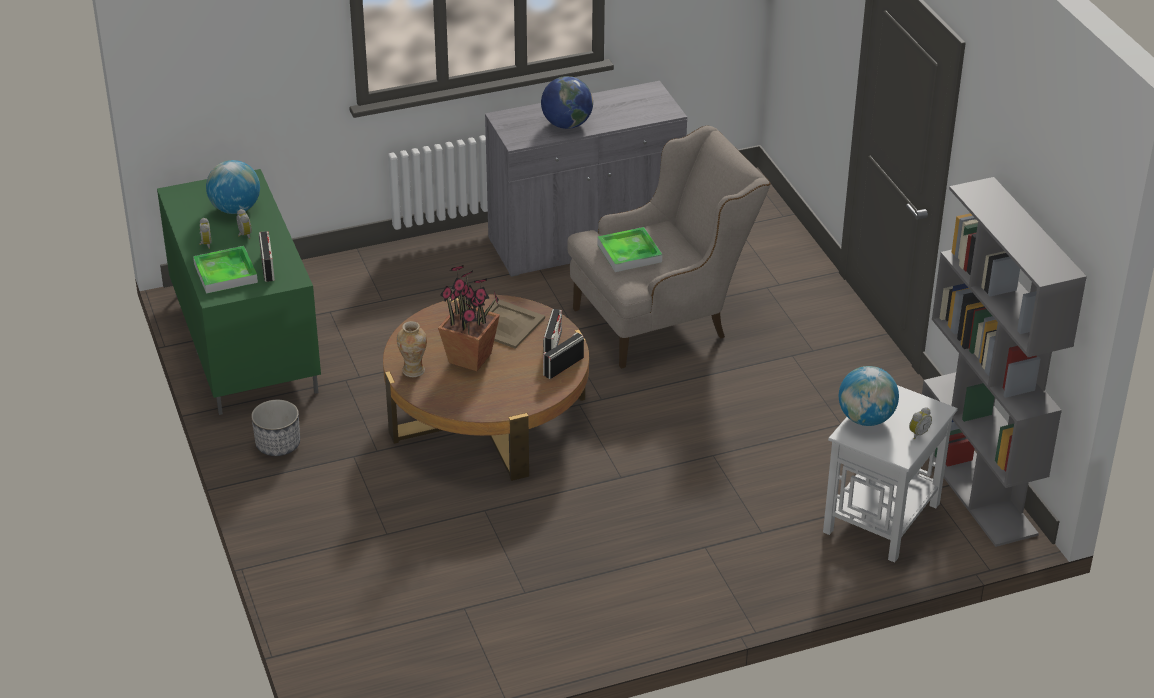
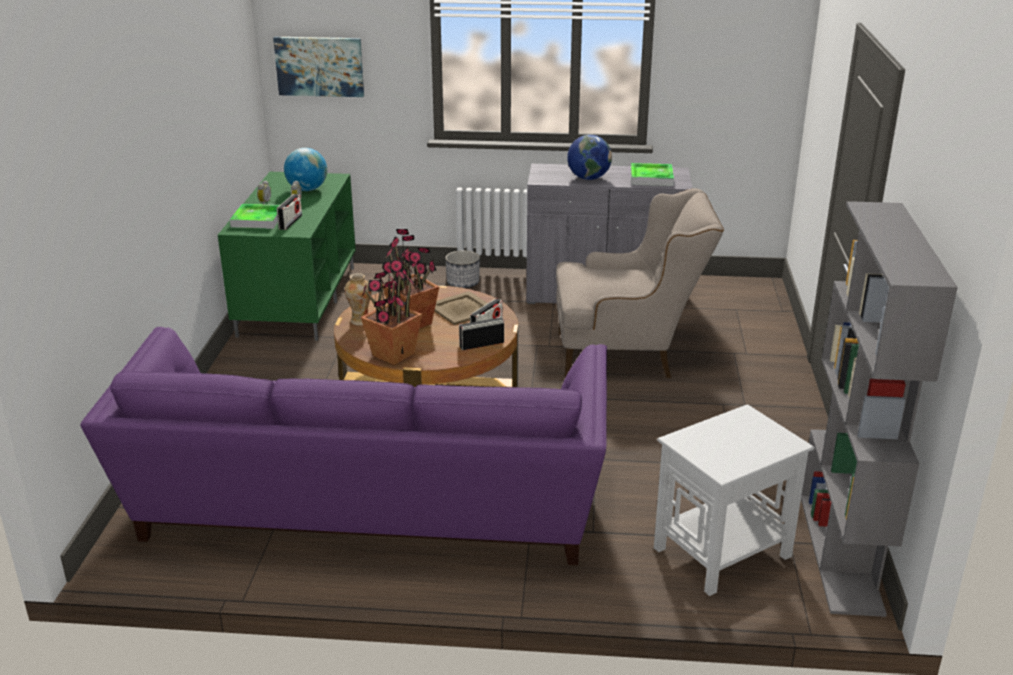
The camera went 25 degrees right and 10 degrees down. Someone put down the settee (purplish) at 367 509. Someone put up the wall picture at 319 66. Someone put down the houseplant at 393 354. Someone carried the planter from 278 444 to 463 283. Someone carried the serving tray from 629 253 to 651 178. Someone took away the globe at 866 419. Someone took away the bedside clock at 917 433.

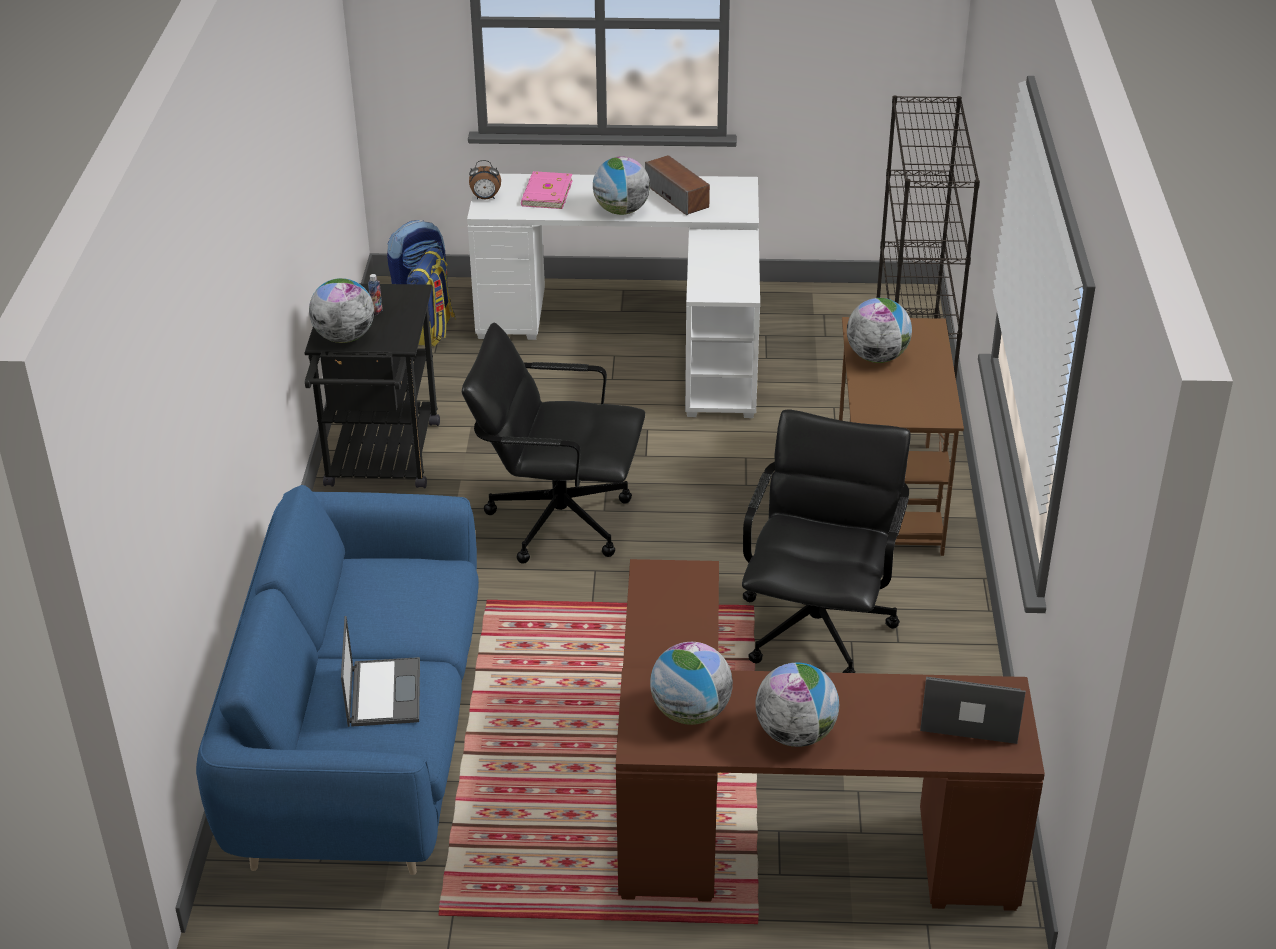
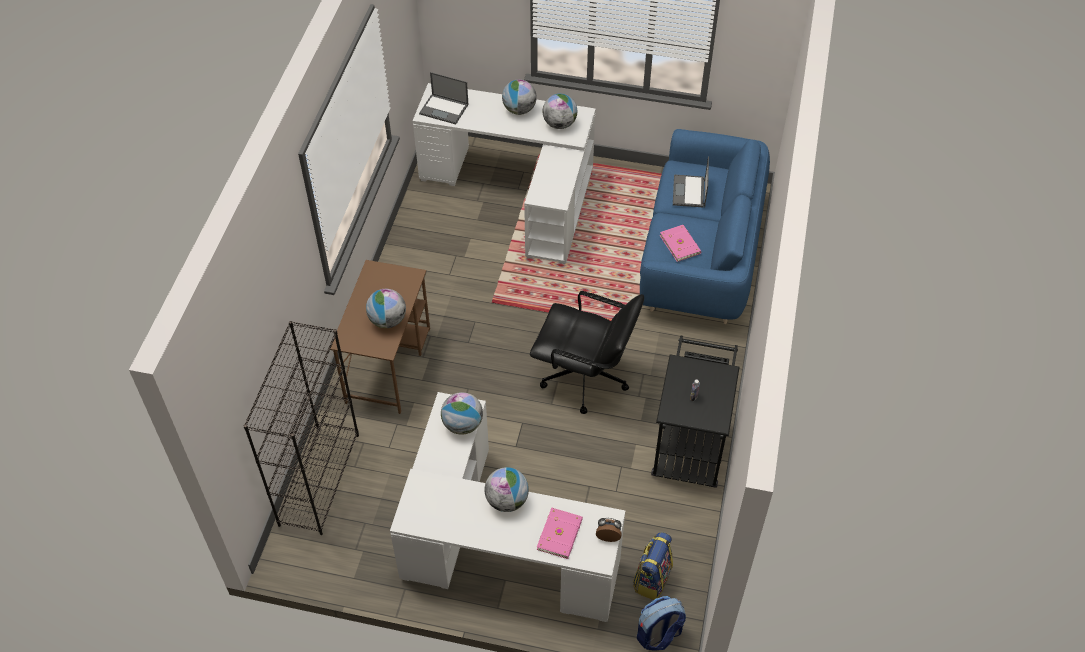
The camera went 170 degrees left and 15 degrees up. Someone repainted the desk unit (brownish) at 774 826, which became the desk unit (whitish) at 519 190. Someone carried the globe from 344 337 to 462 425. Someone put down the volume (pink-coloured) at 680 244. Someone took away the speaker at 677 196. Someone took away the desk chair (blackish) at 818 628.

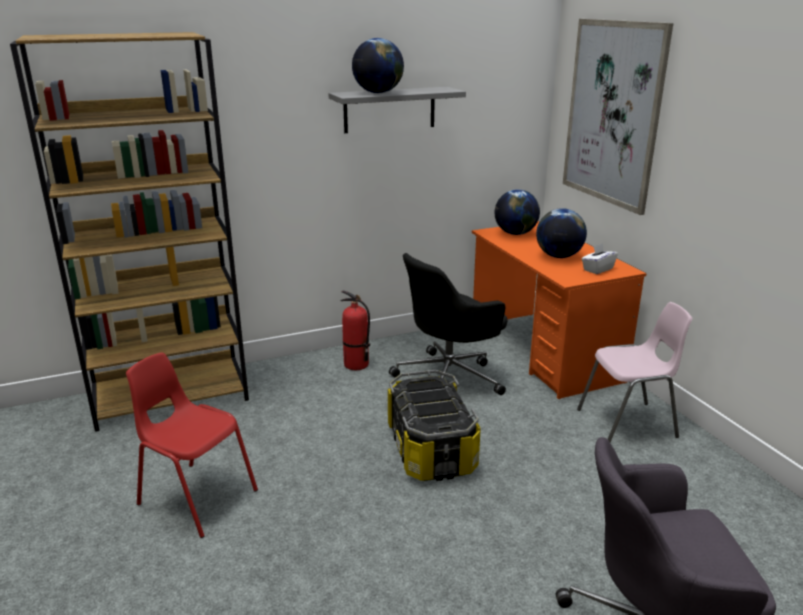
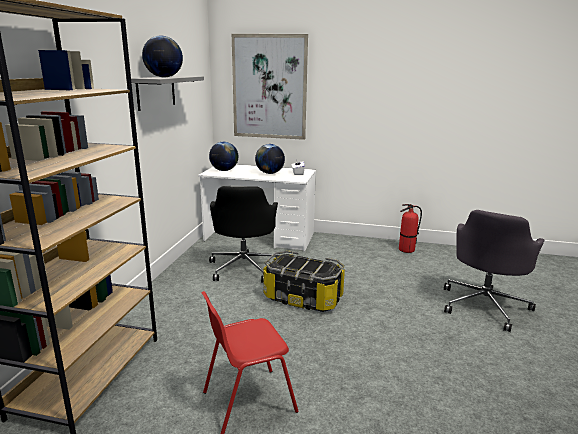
The camera went 55 degrees left and 5 degrees down. Someone repainted the desk unit (orange) at 543 352, which became the desk unit (whitish) at 260 237. Someone carried the fire-fighting cylinder from 356 365 to 406 250. Someone took away the chair (pink-coloured) at 628 424.

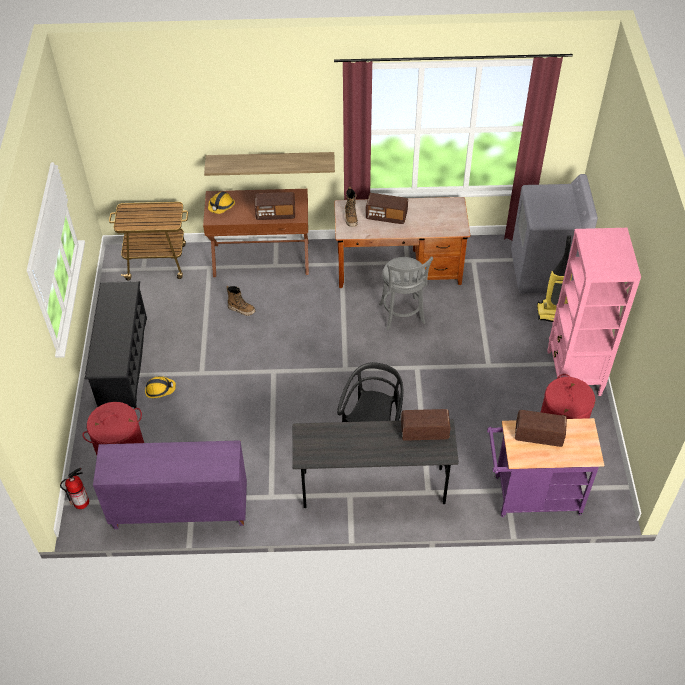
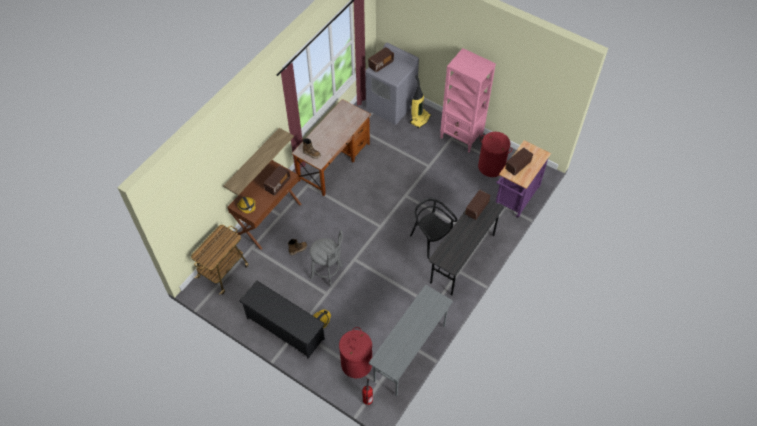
The camera went 55 degrees left and 5 degrees up. Someone carried the sitting stool (grey) from 402 316 to 328 273. Someone carried the radio receiver from 386 216 to 381 64. Someone swapped the cabinet (purplish) at 179 510 for the desk unit (grey) at 410 353.

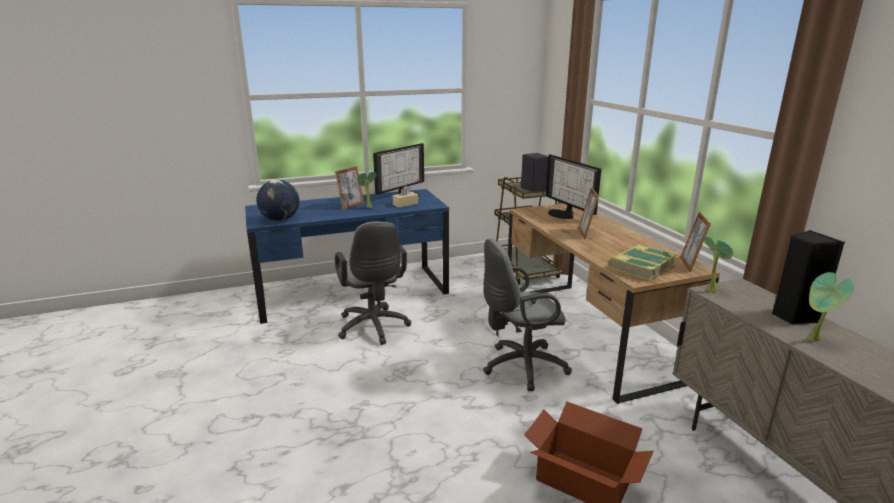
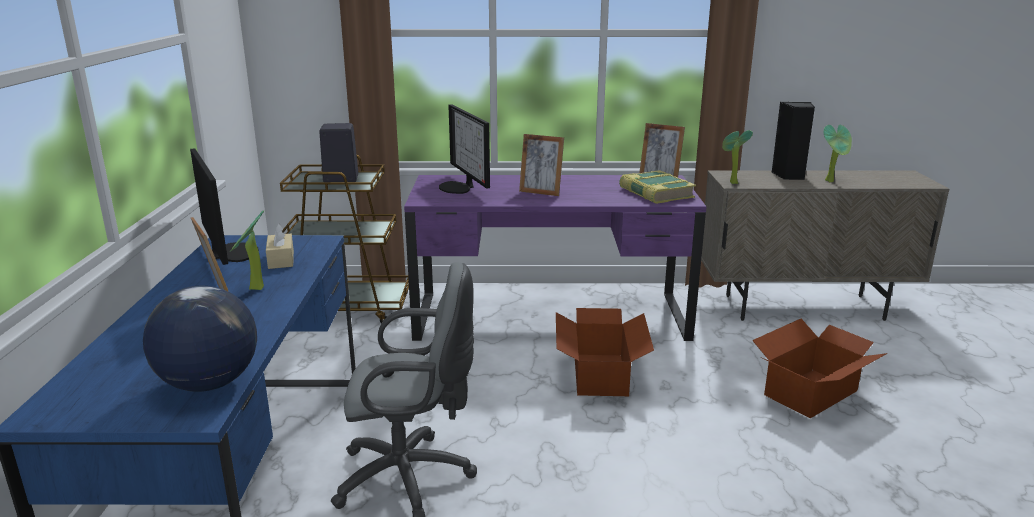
The camera went 70 degrees left and 0 degrees up. Someone repainted the desk unit (brownish) at 587 334, which became the desk unit (purplish) at 550 316. Someone rotated the computer screen at 563 214 by 75 degrees clockwise. Someone swapped the desk chair (grey) at 520 367 for the carton at 599 375.

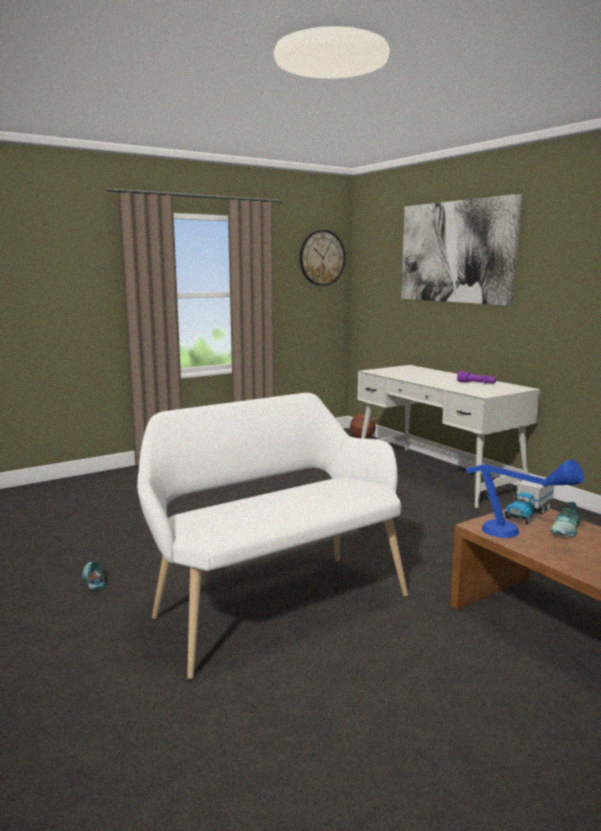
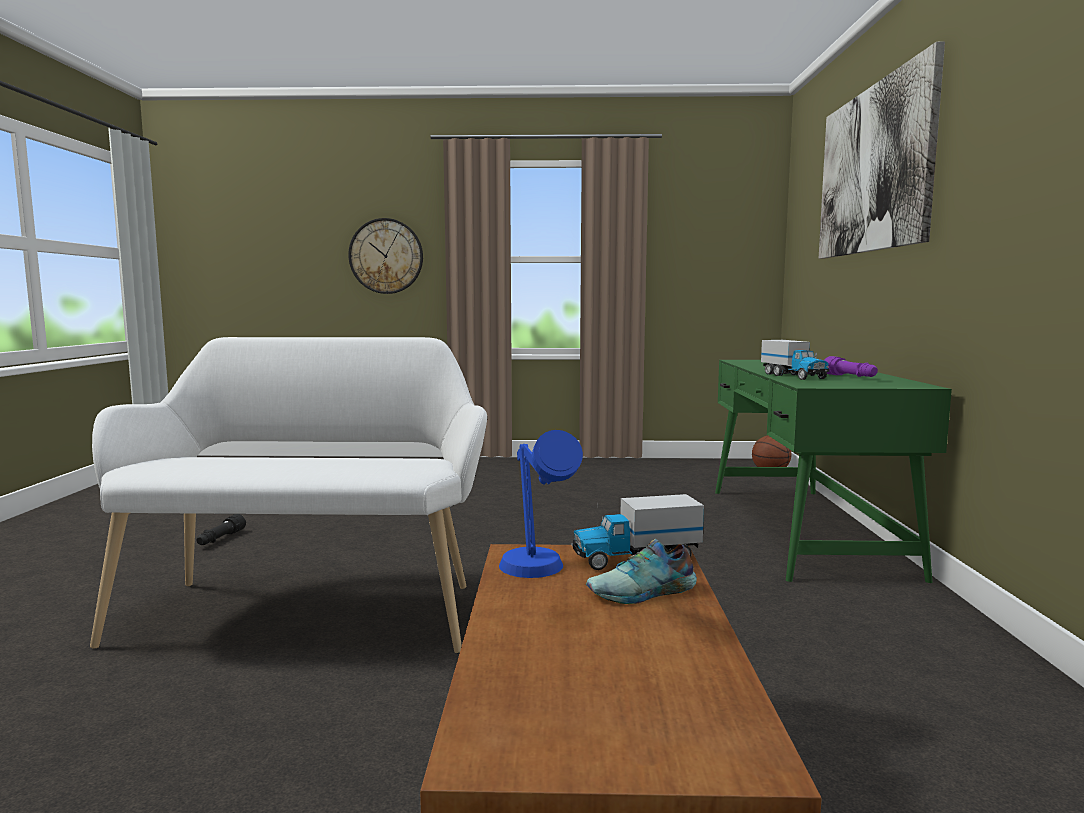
The camera went 35 degrees right and 5 degrees down. Someone swapped the shoe at 93 579 for the hand torch (blackish) at 220 539. Someone carried the clock on the wall from 322 258 to 386 256. Someone repainted the desk unit (whitish) at 436 474, which became the desk unit (green) at 802 529. Someone put down the toy truck at 793 376.

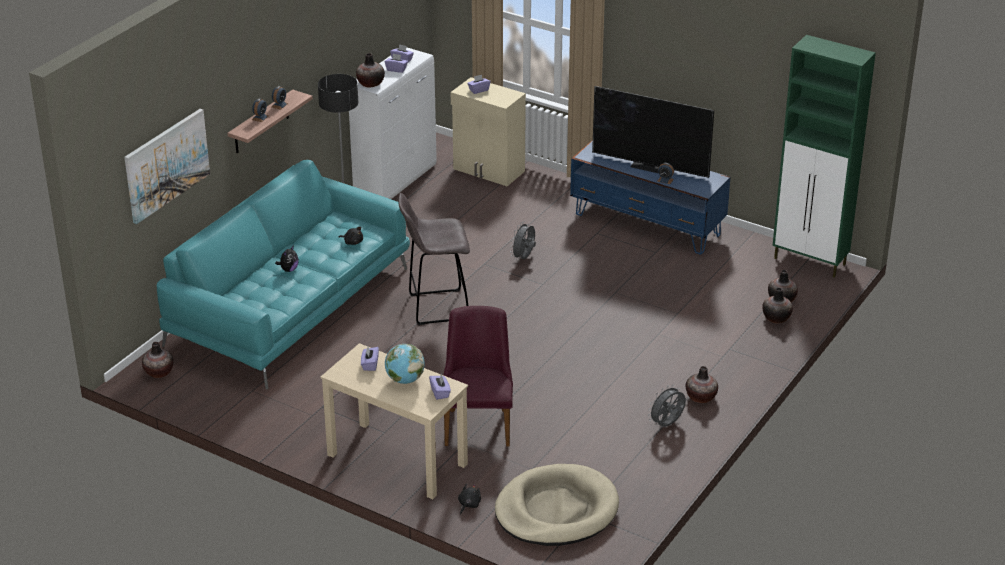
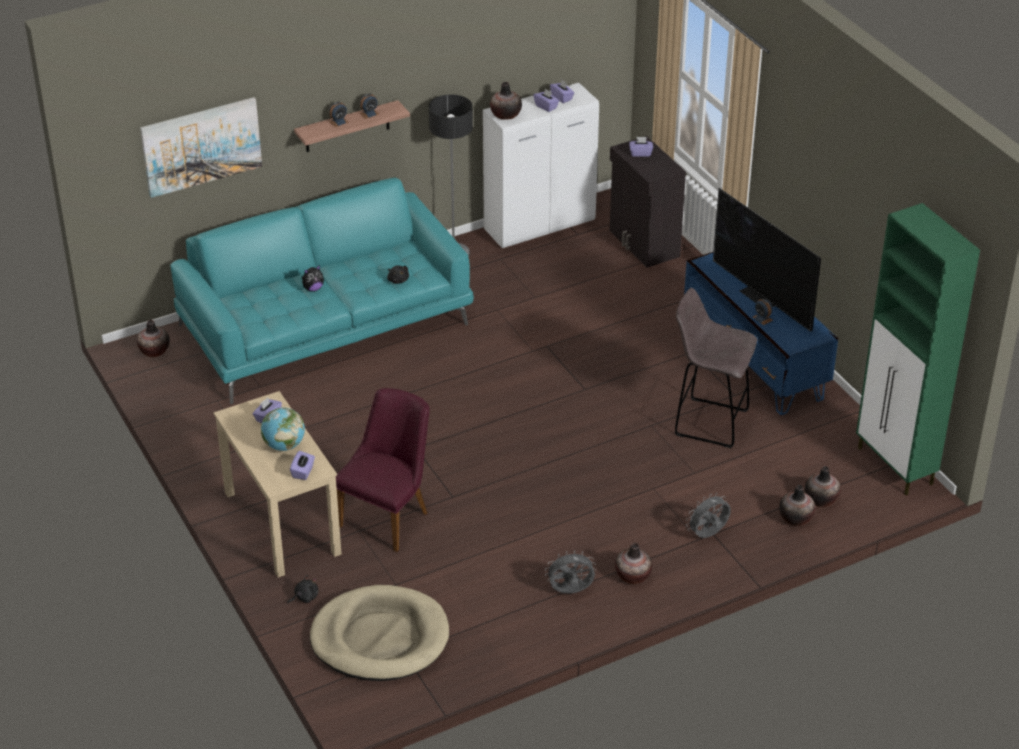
The camera went 30 degrees right and 5 degrees up. Someone repainted the cabinet (sand-coloured) at 488 171, which became the cabinet (blackish) at 643 244. Someone carried the sitting stool (grey) from 436 307 to 708 422. Someone carried the electric fan (grey) from 524 258 to 708 535.

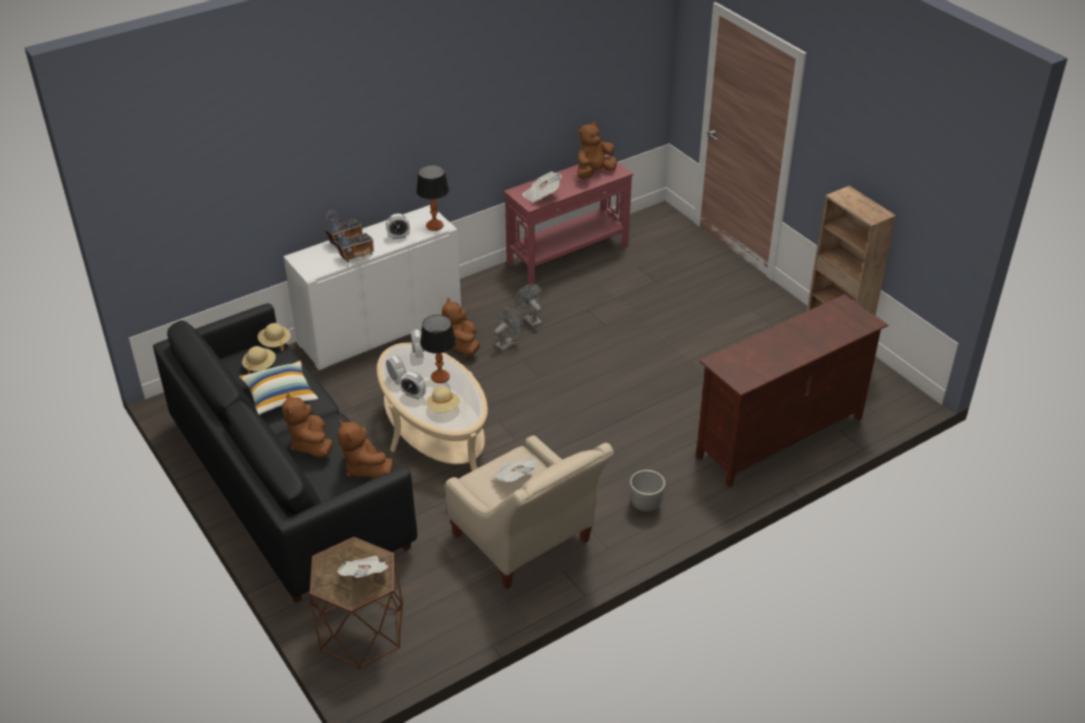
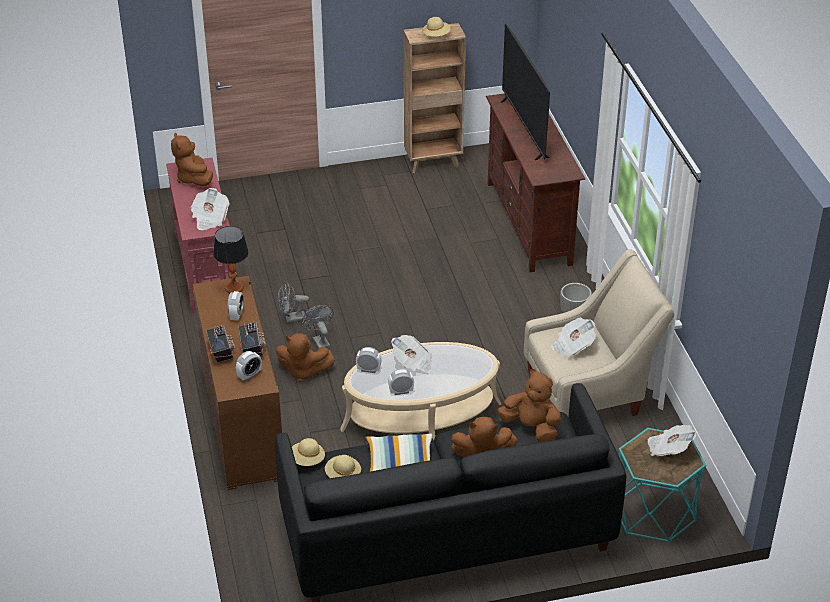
The camera went 70 degrees left and 0 degrees up. Someone repainted the cabinet (whitish) at 380 329, which became the cabinet (brownish) at 242 423. Someone carried the bedside clock from 413 395 to 249 375. Someone swapped the table lamp at 440 377 for the newspaper at 412 363. Someone carried the hat (sand-coloured) from 443 408 to 436 35. Someone rotated the soft toy (brownish) at 365 468 by 135 degrees counterclockwise. Someone put down the TV set at 524 129. Someone repainted the side table (brownish) at 361 631, which became the side table (turquoise-coloured) at 654 512.

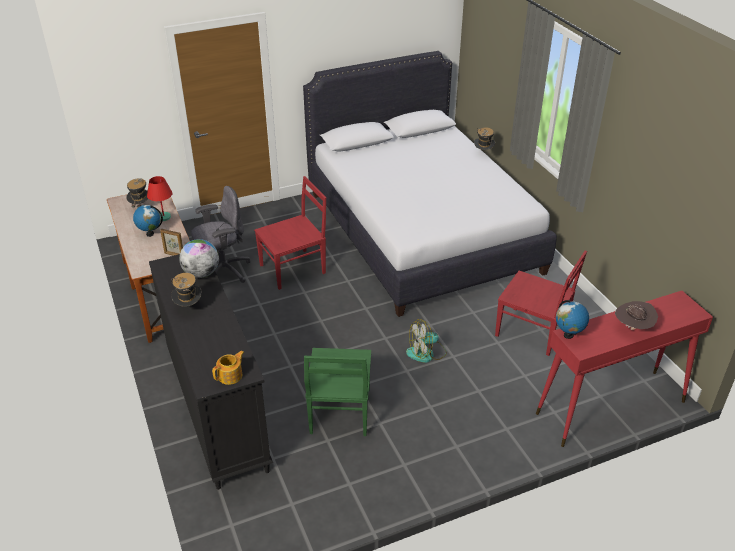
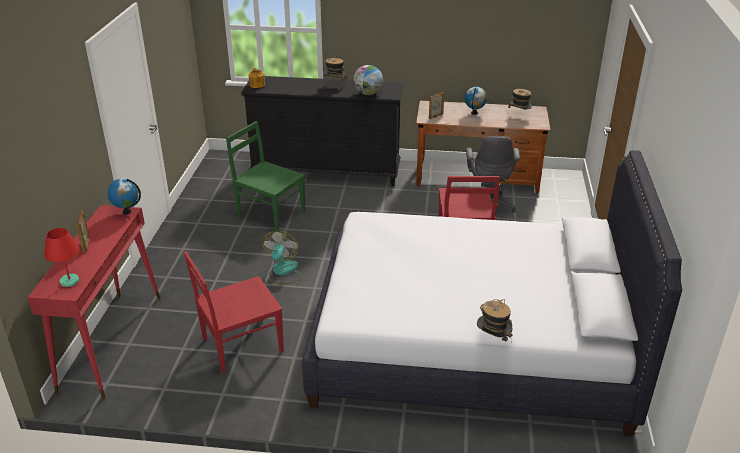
The camera went 120 degrees right and 5 degrees down. Someone carried the table lamp (red-coloured) from 164 217 to 69 281. Someone swapped the hat (brownish) at 633 328 for the standing frame at 86 245.

